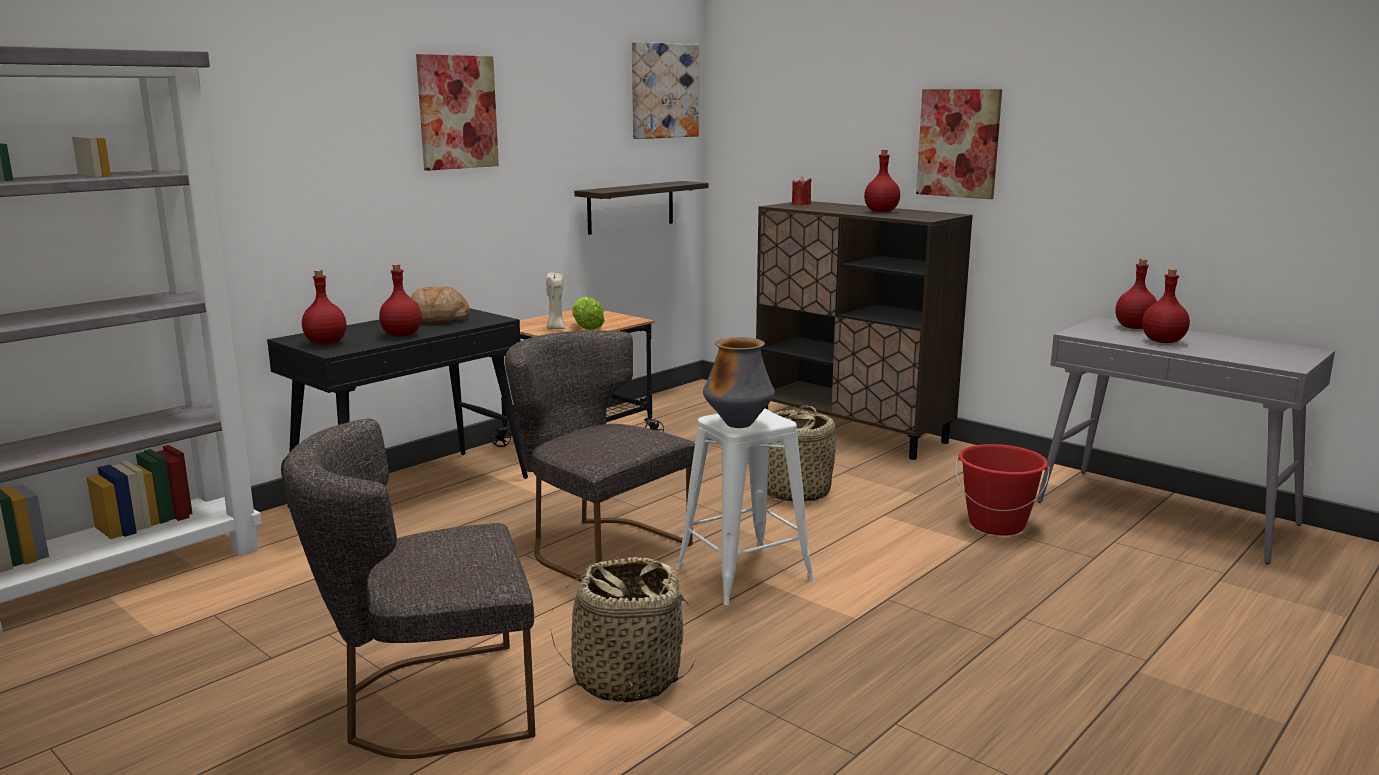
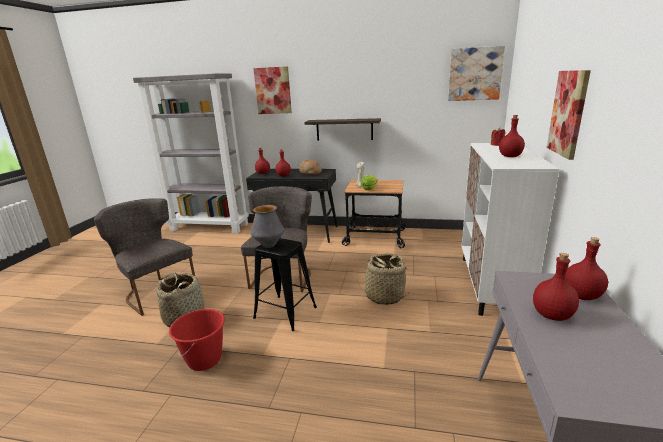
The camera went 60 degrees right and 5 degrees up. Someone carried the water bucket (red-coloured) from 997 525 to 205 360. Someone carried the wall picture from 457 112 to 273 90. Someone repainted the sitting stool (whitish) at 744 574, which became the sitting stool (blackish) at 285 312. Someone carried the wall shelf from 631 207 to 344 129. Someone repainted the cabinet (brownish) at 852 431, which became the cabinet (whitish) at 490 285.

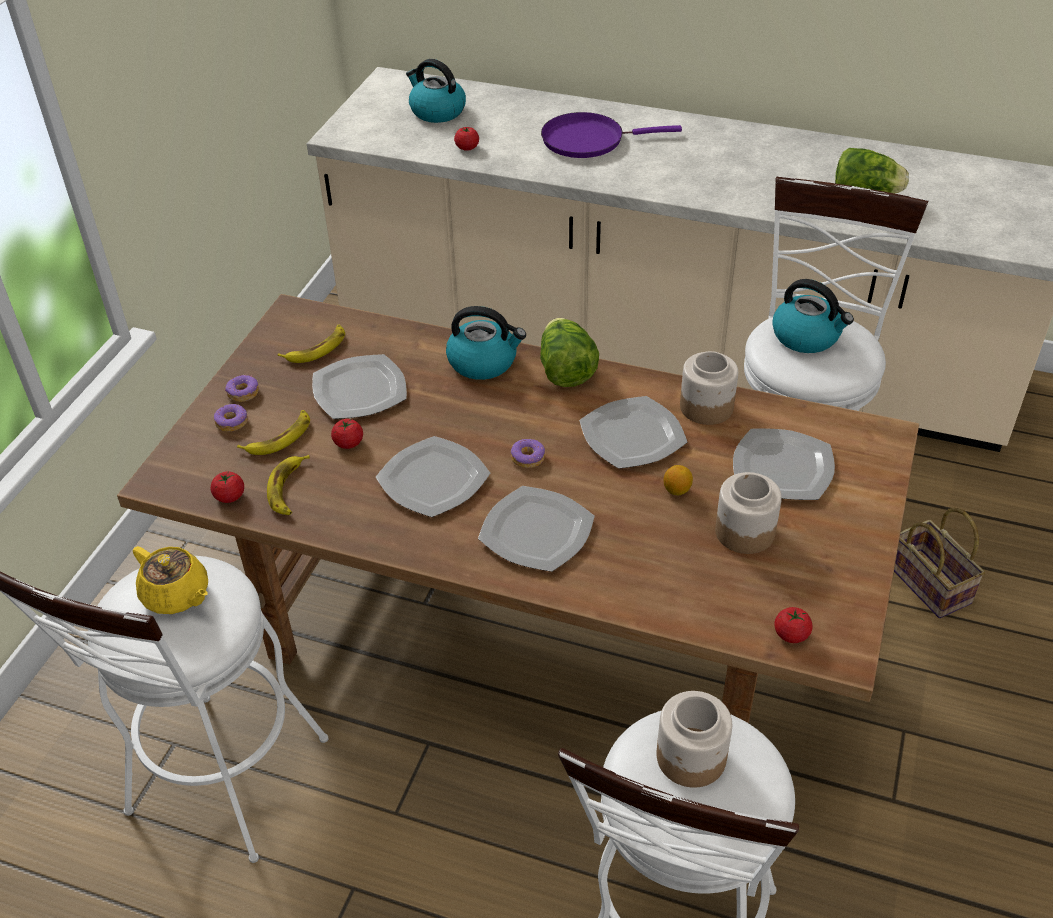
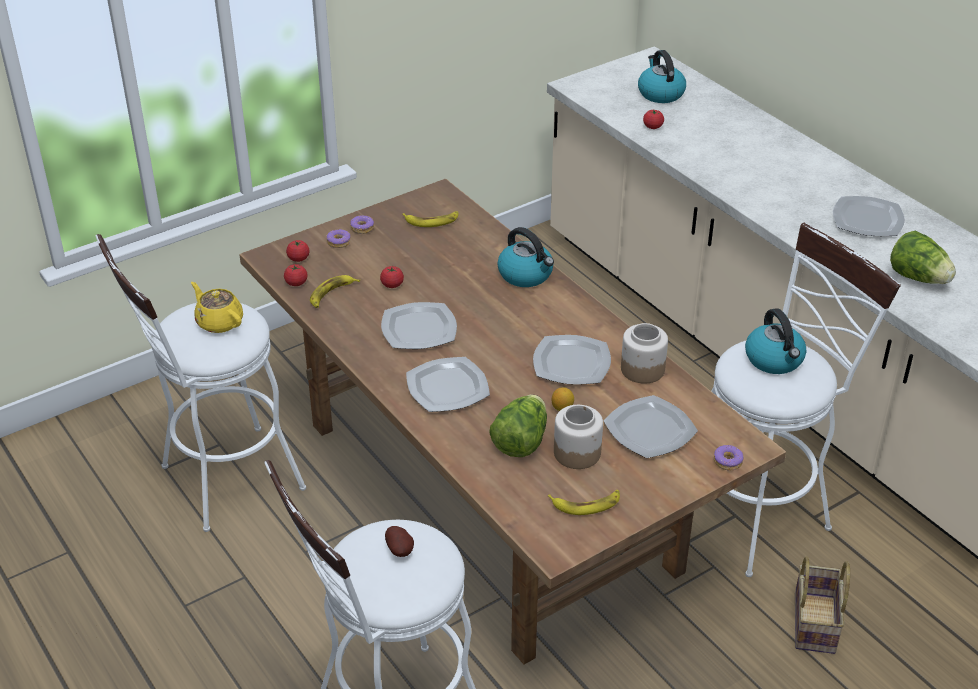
The camera went 35 degrees right and 5 degrees down. Someone rotated the pot for tea (yellow-coloured) at 177 595 by 150 degrees clockwise. Someone carried the whole tomato from 791 634 to 298 258. Someone swapped the preserve jar at 691 758 for the whole potato at 400 550. Someone carried the head of lettuce from 565 371 to 521 441. Someone carried the whole banana from 279 437 to 586 504. Someone carried the ring doughnut from 528 458 to 728 461. Someone carried the dinner plate from 360 389 to 868 219. Someone took away the skillet (purplish) at 588 140.

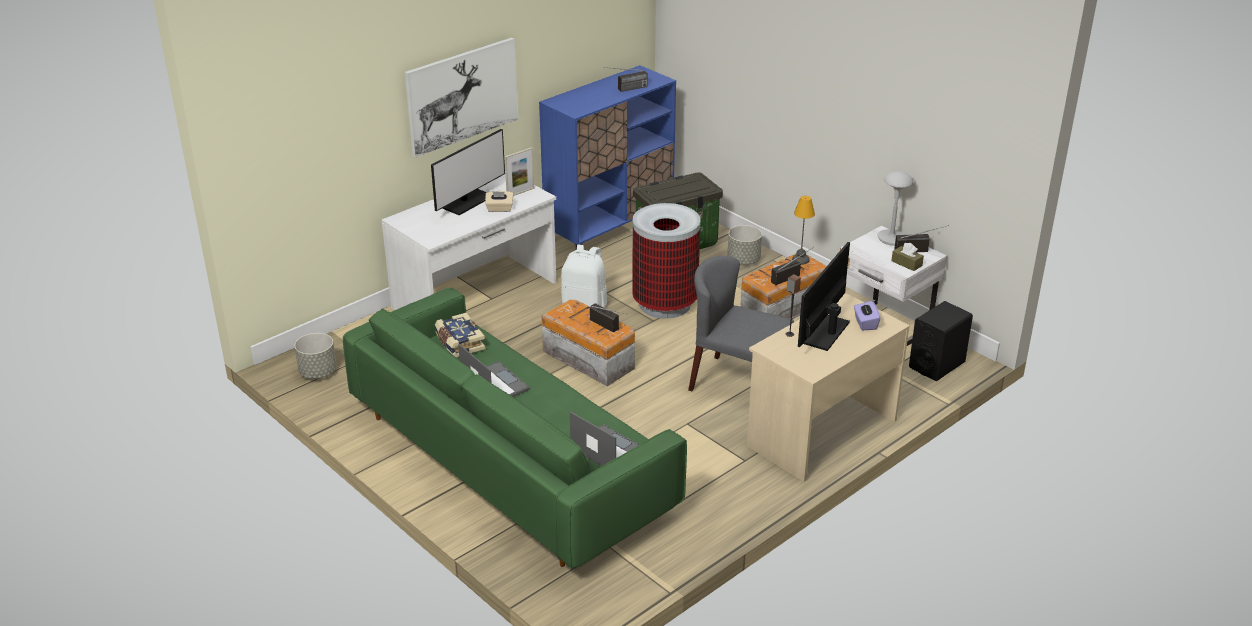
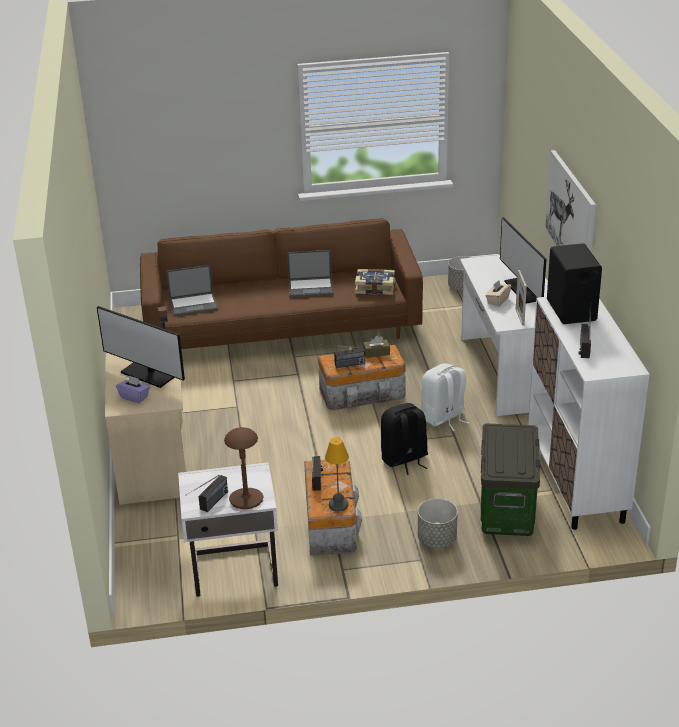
The camera went 125 degrees right and 0 degrees up. Someone rotated the computer screen at 826 333 by 150 degrees clockwise. Someone repainted the settee (green) at 510 461, which became the settee (brownish) at 282 328. Someone repainted the table lamp (grey) at 891 239, which became the table lamp (brownish) at 246 500. Someone carried the box of tissues (brownish) from 906 263 to 376 353. Someone swapped the rubbish bin at 665 304 for the knapsack (blackish) at 404 459. Someone repainted the cabinet (blue-coloured) at 610 228, which became the cabinet (whitish) at 576 481. Someone carried the speaker (blackish) from 936 365 to 571 310. Someone took away the chair (grey) at 737 383.

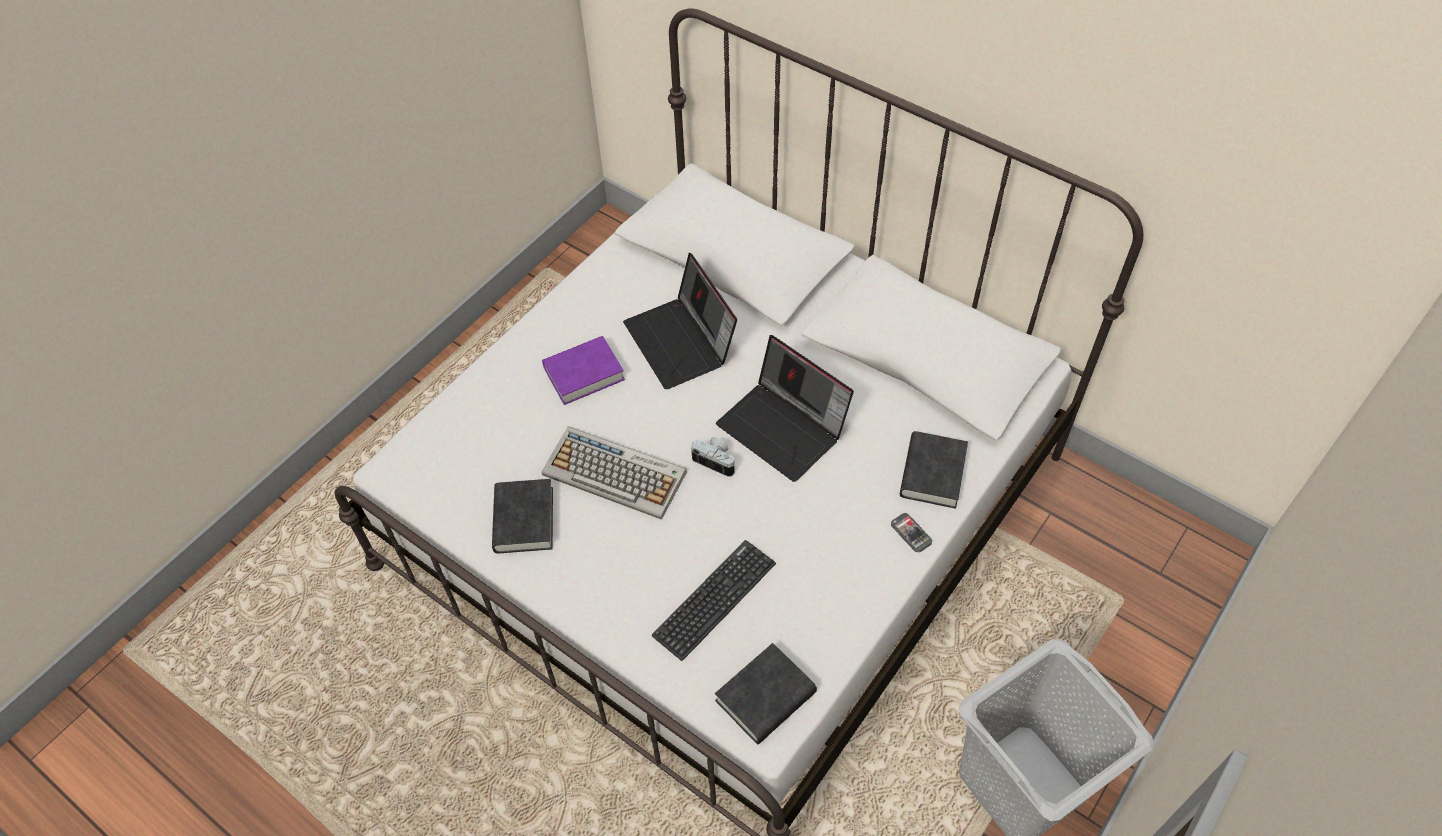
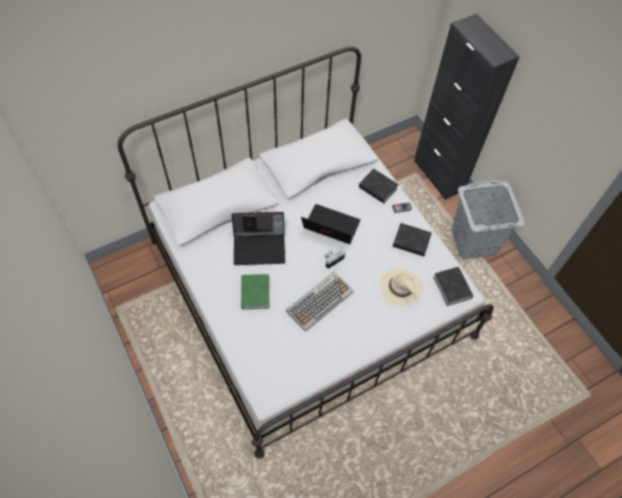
The camera went 70 degrees left and 5 degrees up. Someone repainted the volume (purplish) at 584 374, which became the volume (green) at 255 293. Someone rotated the portable computer at 784 428 by 135 degrees counterclockwise. Someone swapped the computer keyboard at 714 599 for the hat (sand-coloured) at 401 287. Someone carried the volume (blackish) from 524 520 to 411 242. Someone put down the cabinet (blackish) at 439 175.

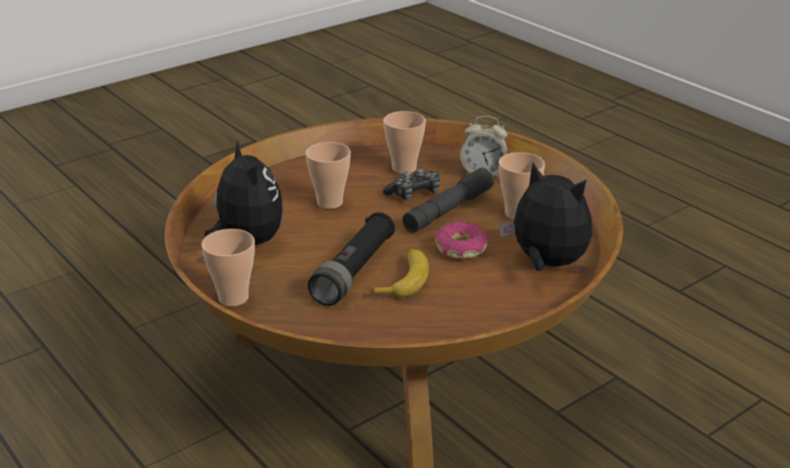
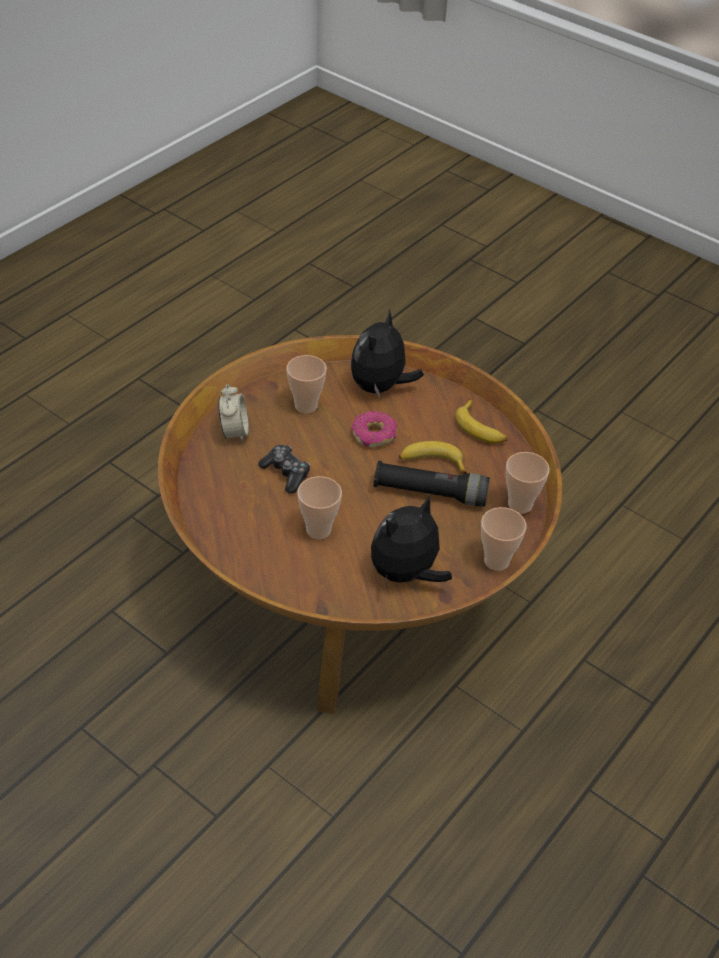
The camera went 105 degrees left and 15 degrees up. Someone put down the whole banana at 481 428. Someone carried the cup from 404 168 to 520 504. Someone took away the hand torch (grey) at 448 210.

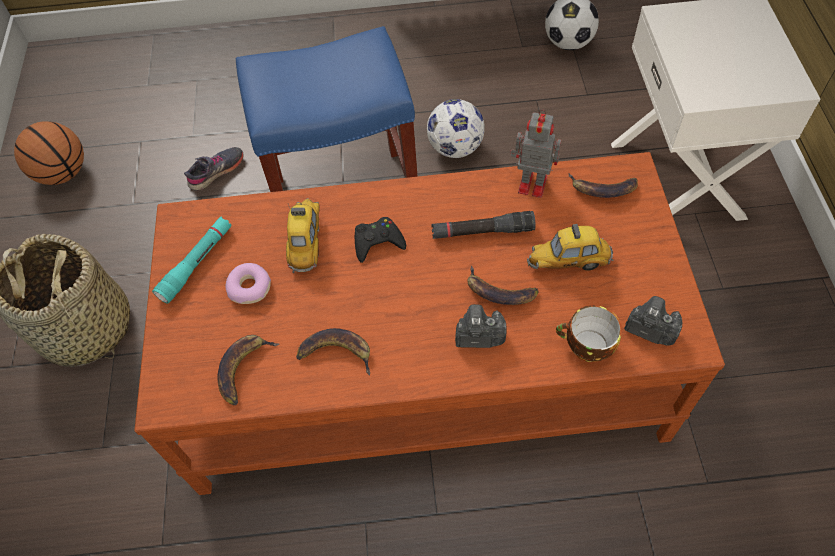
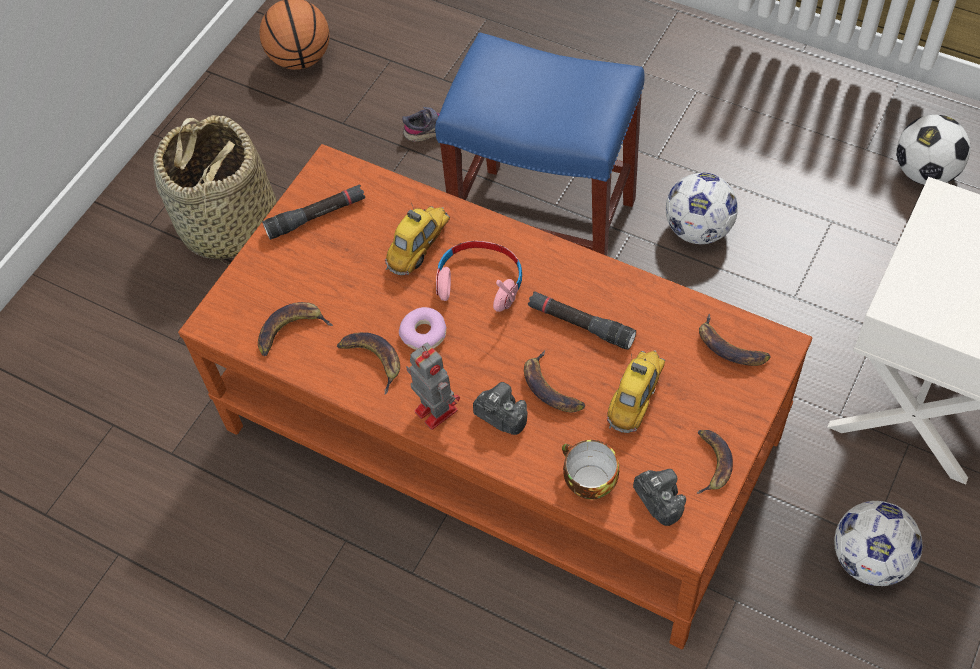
The camera went 35 degrees right and 0 degrees up. Someone repainted the hand torch (turquoise-coloured) at 197 263, which became the hand torch (blackish) at 316 217. Someone carried the ring doughnut from 250 288 to 424 333. Someone carried the robot figure from 530 184 to 434 409. Someone swapped the gamepad (blackish) at 378 242 for the headset (pink-coloured) at 480 282. Someone rotated the model car at 568 262 by 90 degrees clockwise. Someone put down the whole banana at 711 462. Someone put down the ball for football at 869 559.

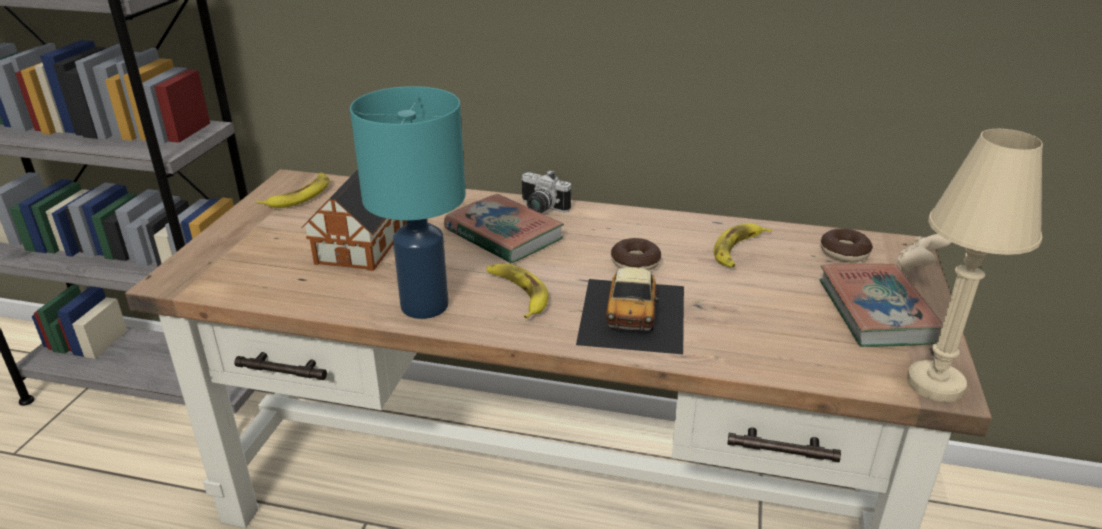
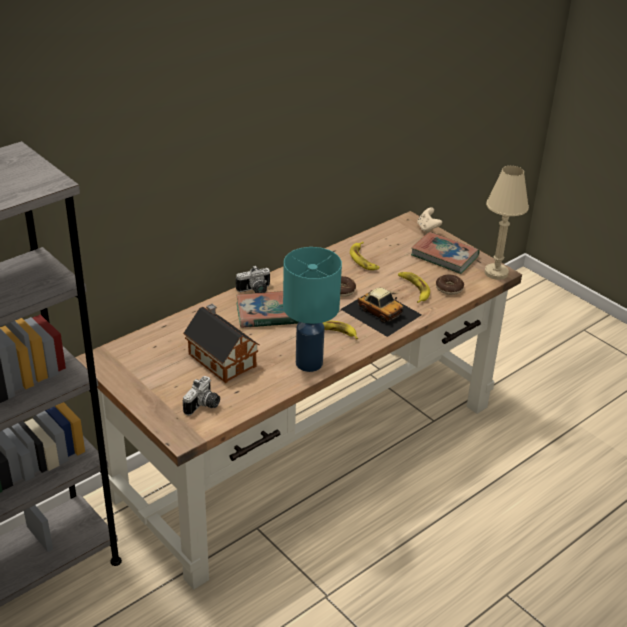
The camera went 55 degrees left and 5 degrees up. Someone put down the photo camera at 204 406. Someone carried the whole banana from 300 195 to 413 289. Someone carried the ring doughnut from 844 252 to 449 288.

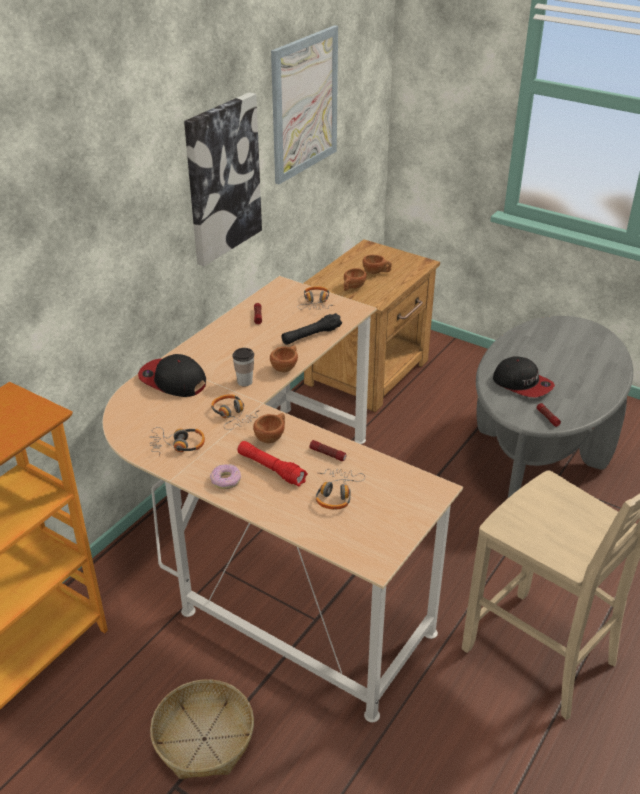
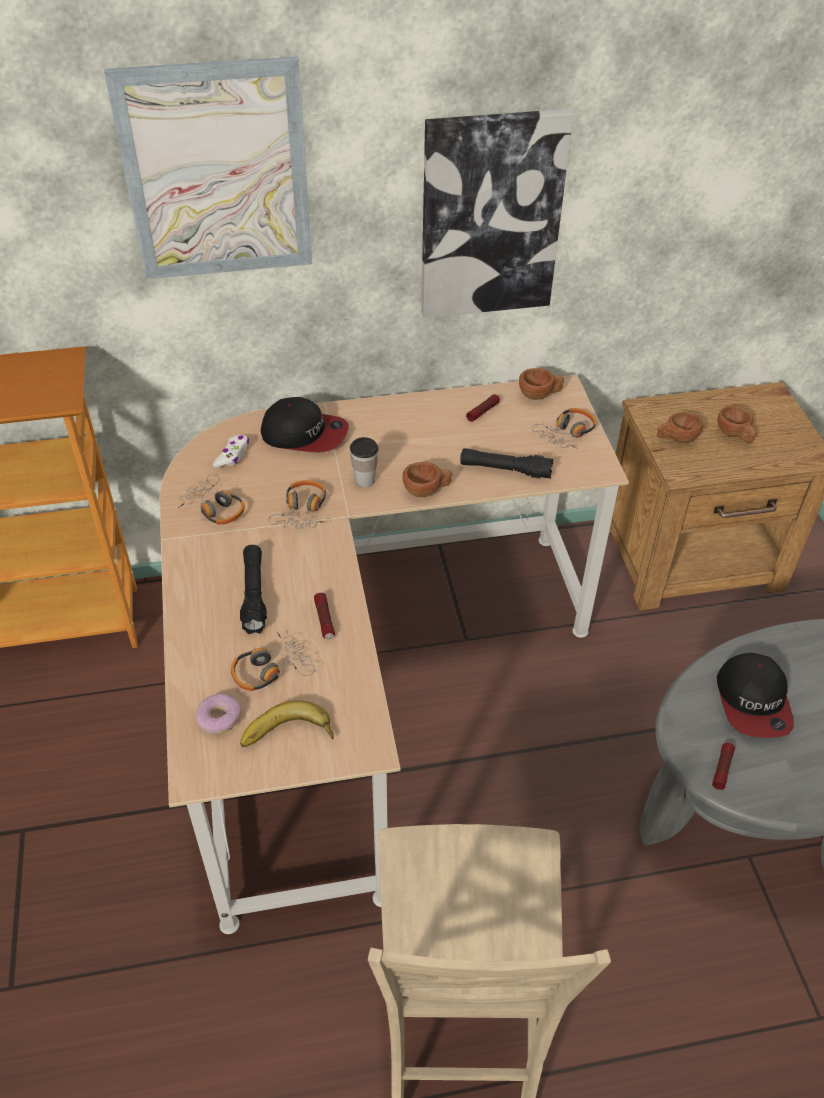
The camera went 45 degrees right and 10 degrees up. Someone carried the wall picture from 304 104 to 216 172. Someone carried the ring doughnut from 225 480 to 219 718. Someone put down the gamepad (whitish) at 232 455. Someone repainted the hand torch (red-coloured) at 271 469, which became the hand torch (blackish) at 254 595. Someone put down the whole banana at 288 737. Someone rotated the cap at 172 380 by 120 degrees clockwise. Someone carried the cup (brownish) from 272 436 to 540 395. Someone took away the basket at 203 739.

